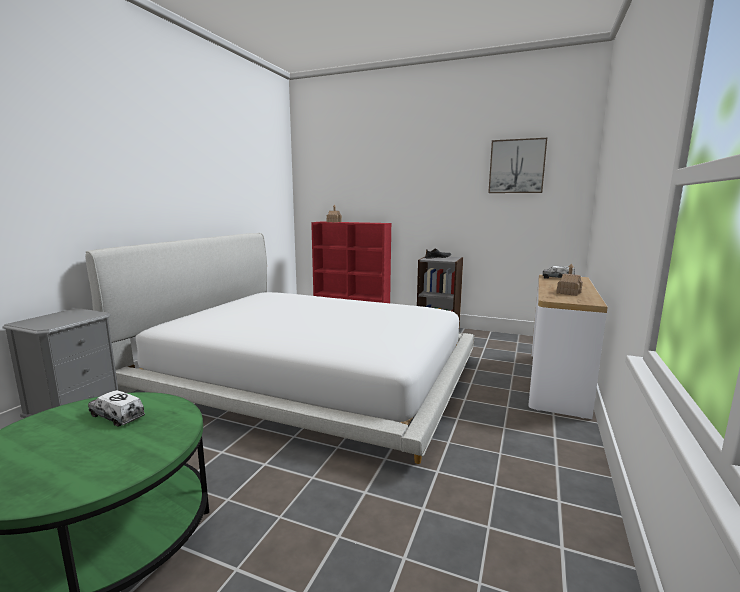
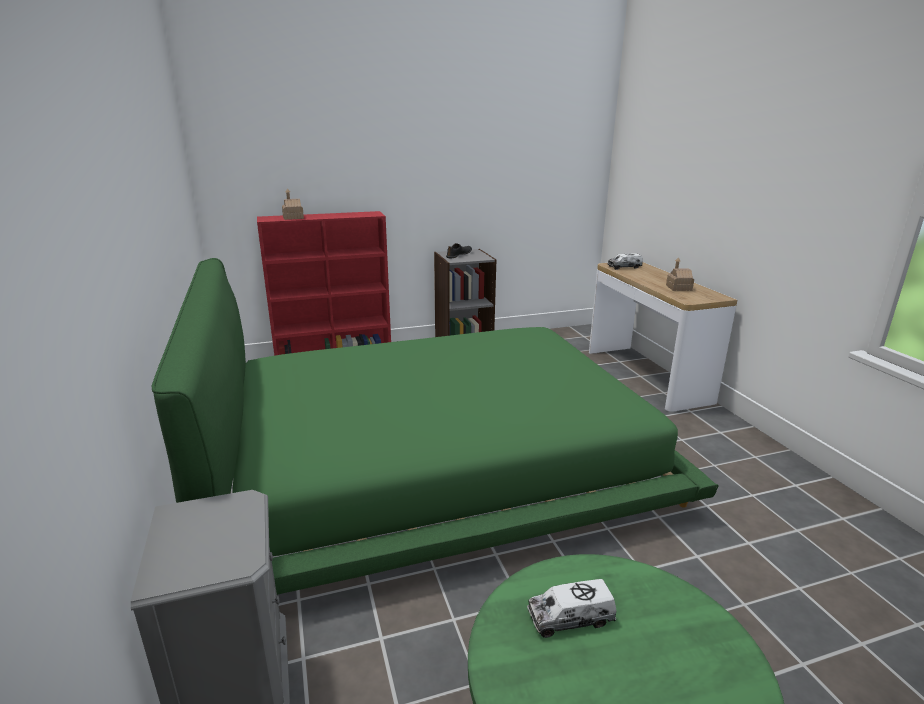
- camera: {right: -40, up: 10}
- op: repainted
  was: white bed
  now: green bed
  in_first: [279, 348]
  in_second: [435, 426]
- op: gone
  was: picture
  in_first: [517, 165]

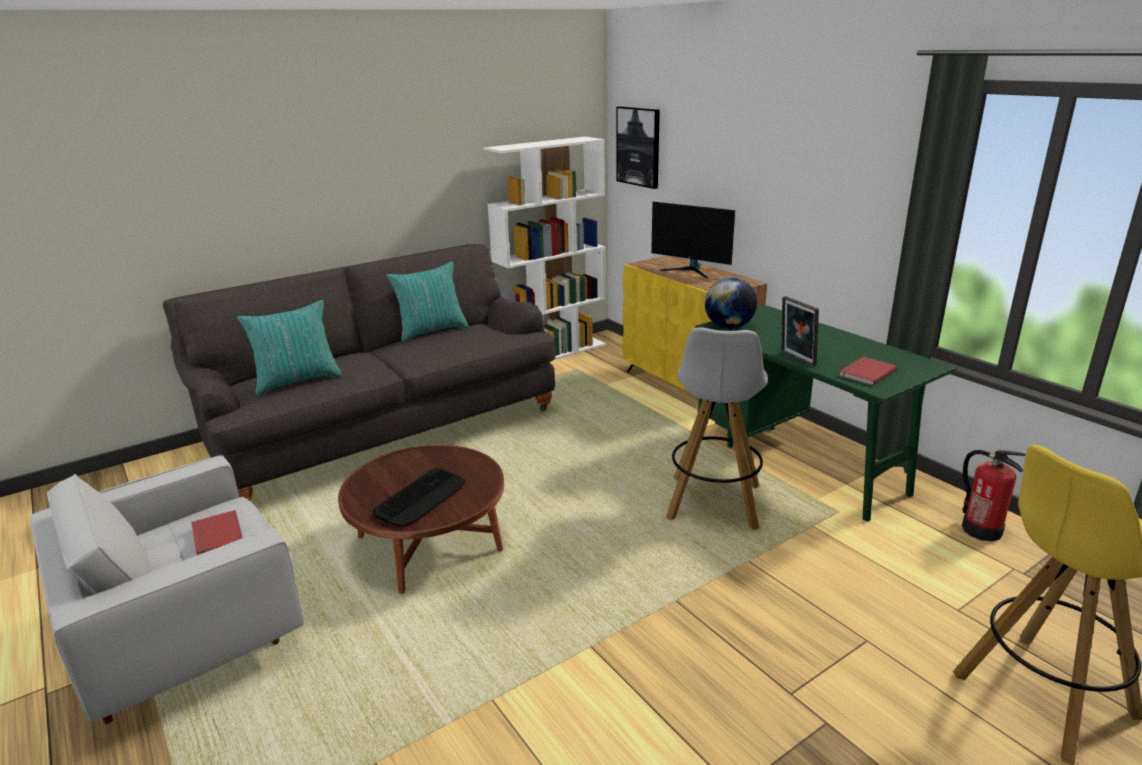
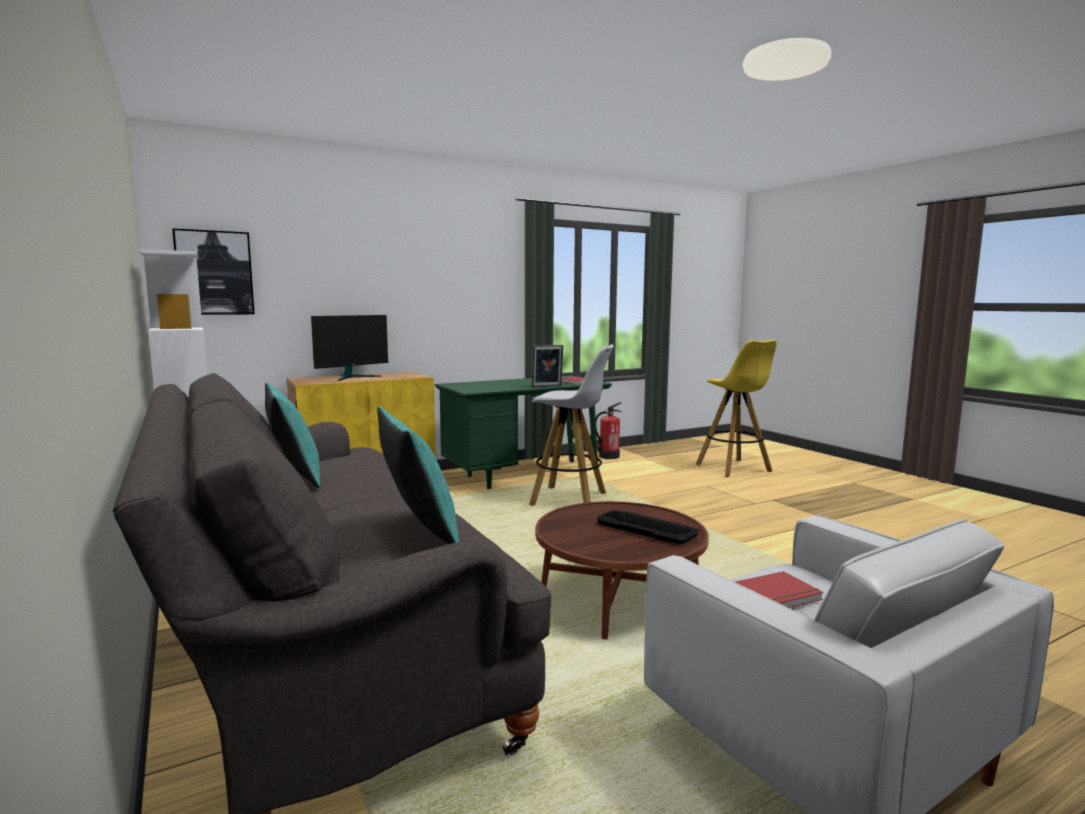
- camera: {right: -85, up: -15}
- op: gone
  was: globe
  in_first: [731, 303]

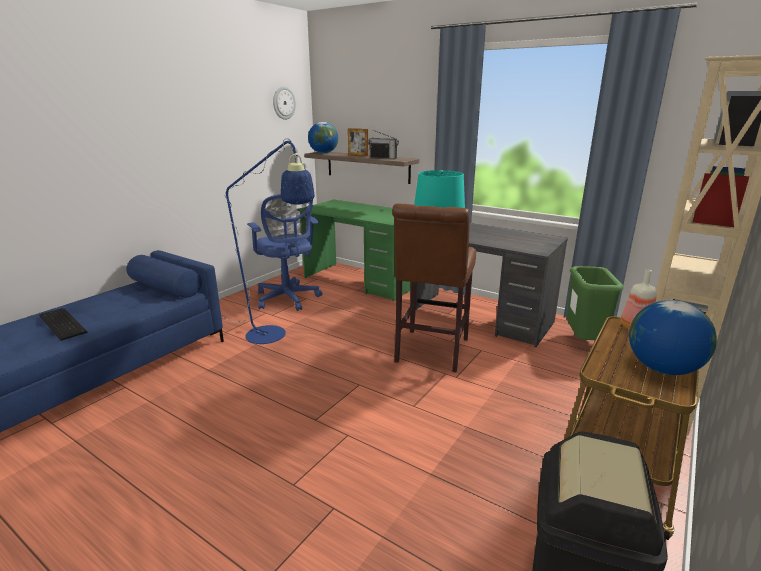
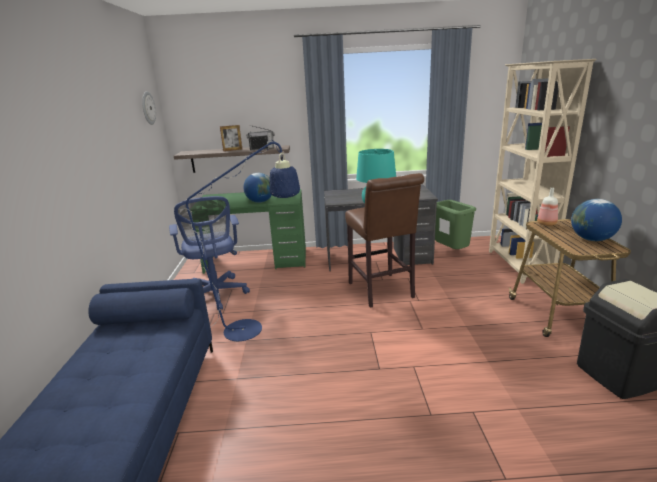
- camera: {right: -35, up: 0}
- op: rotated
  was: blue office chair
  in_first: [285, 252]
  in_second: [209, 253]
  clockwise: 45
- op: shifted
  was: globe
  in_first: [323, 138]
  in_second: [257, 188]
- op: gone
  was: keyboard
  in_first: [63, 324]

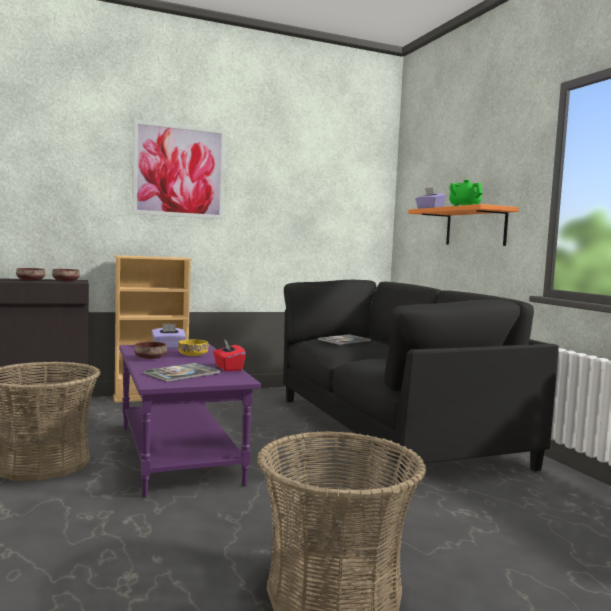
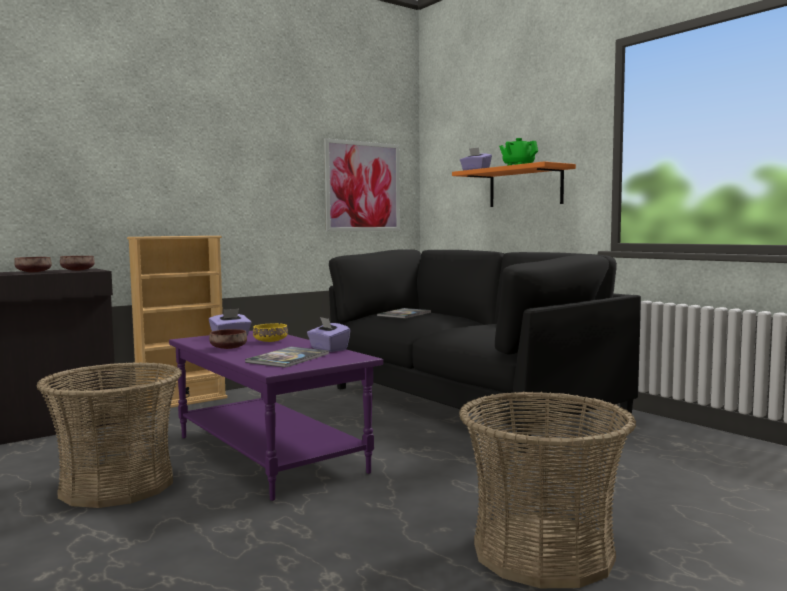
- camera: {right: -15, up: 0}
- op: repainted
  was: red tissue box
  now: purple tissue box
  in_first: [229, 355]
  in_second: [329, 334]
- op: shifted
  was: picture
  in_first: [179, 169]
  in_second: [362, 184]

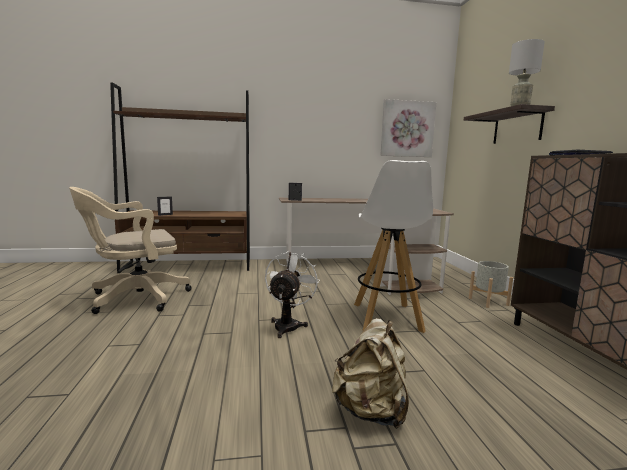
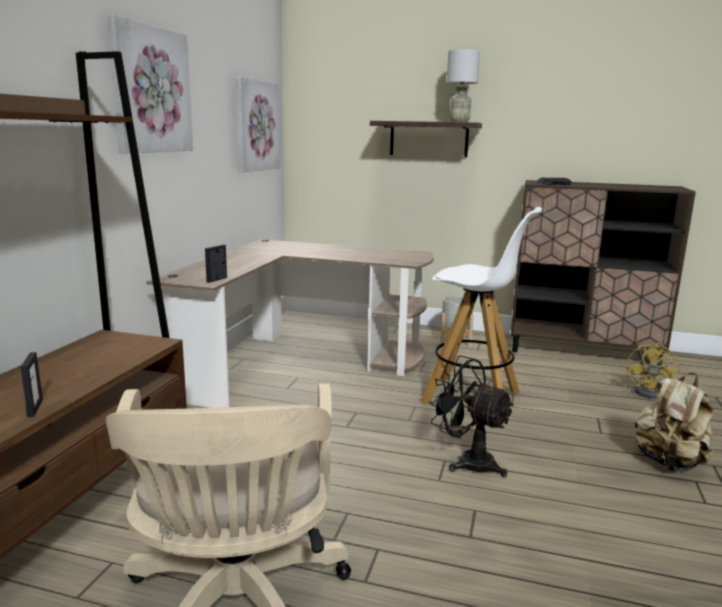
- camera: {right: -65, up: 5}
- op: new
  now: picture
  in_second: [150, 83]
- op: repainted
  was: white fan
  now: black fan
  in_first: [292, 294]
  in_second: [471, 416]
- op: new
  now: yellow fan
  in_second: [653, 371]

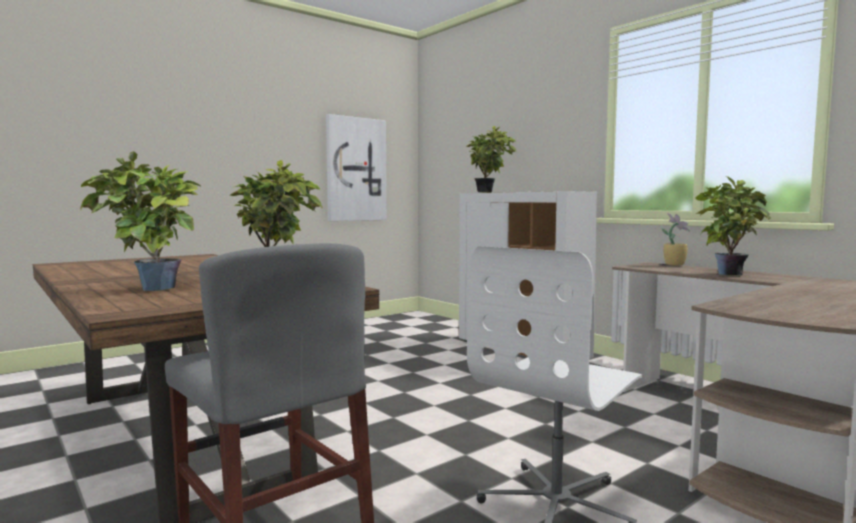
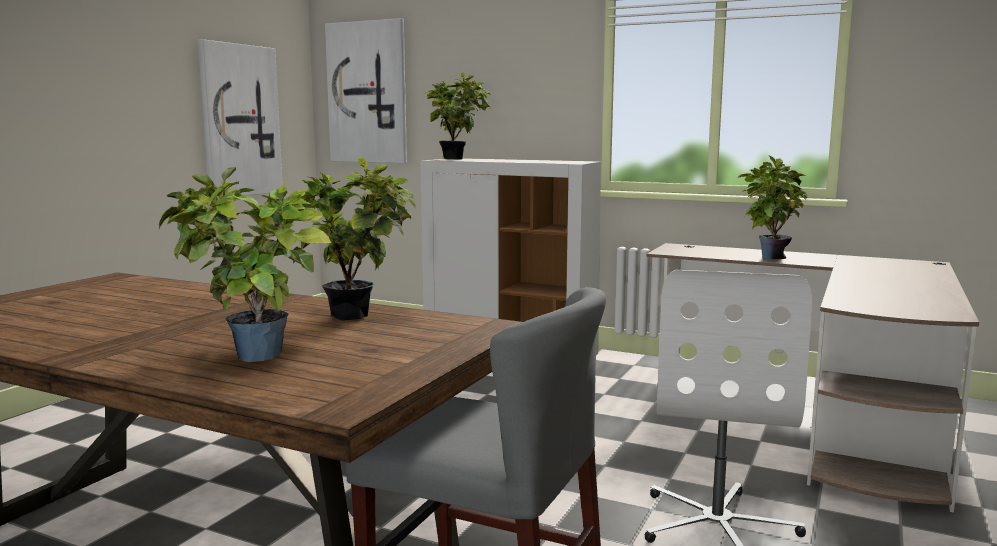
- camera: {right: -25, up: 5}
- op: new
  now: picture
  in_second: [366, 90]
- op: gone
  was: potted plant
  in_first: [675, 239]

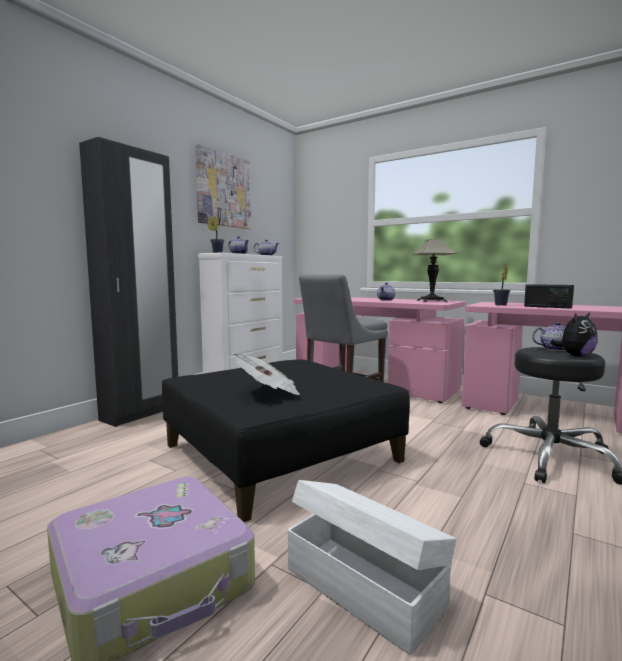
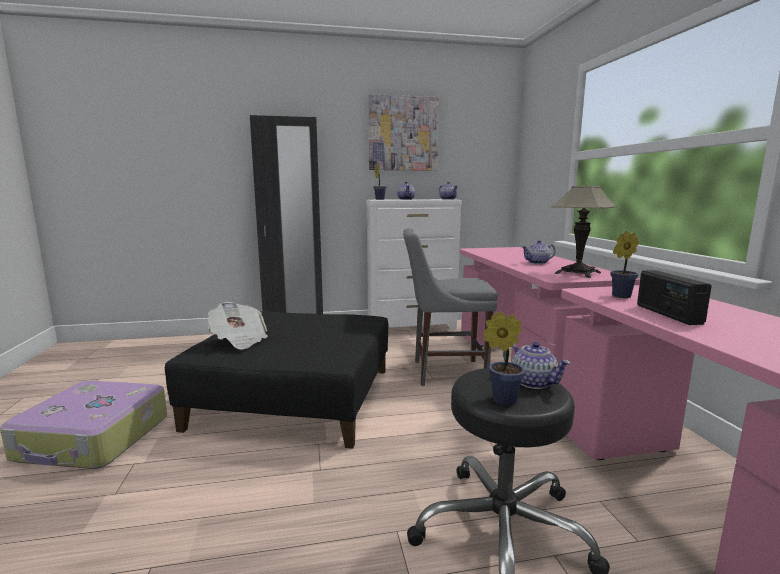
- camera: {right: 45, up: 5}
- op: swapped
  was: plush toy
  now: potted plant
  in_first: [574, 334]
  in_second: [504, 358]
- op: gone
  was: white storage box
  in_first: [372, 567]

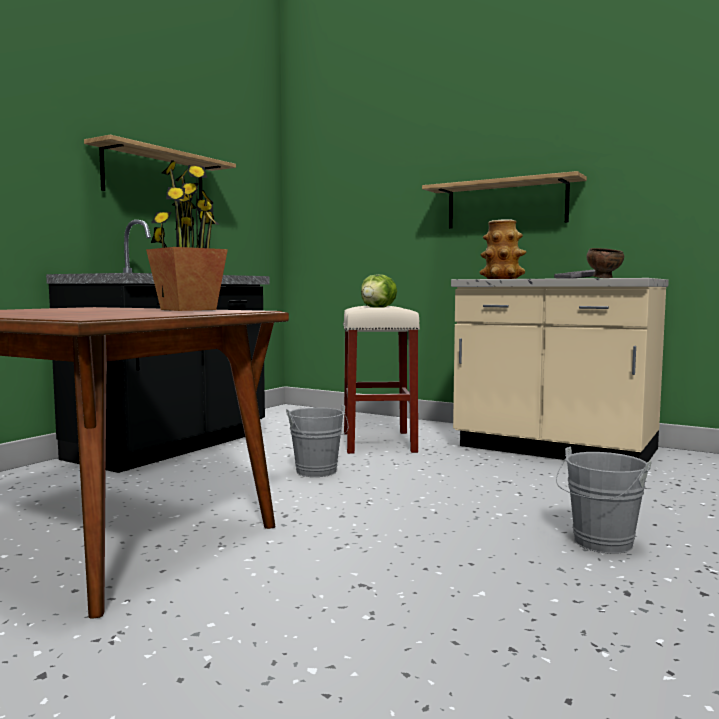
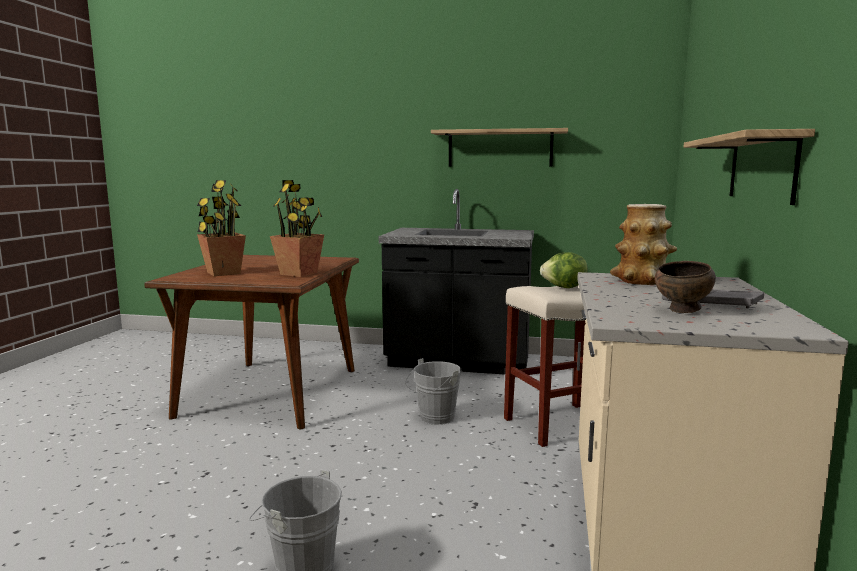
- camera: {right: 70, up: 5}
- op: new
  now: potted plant
  in_second: [221, 228]

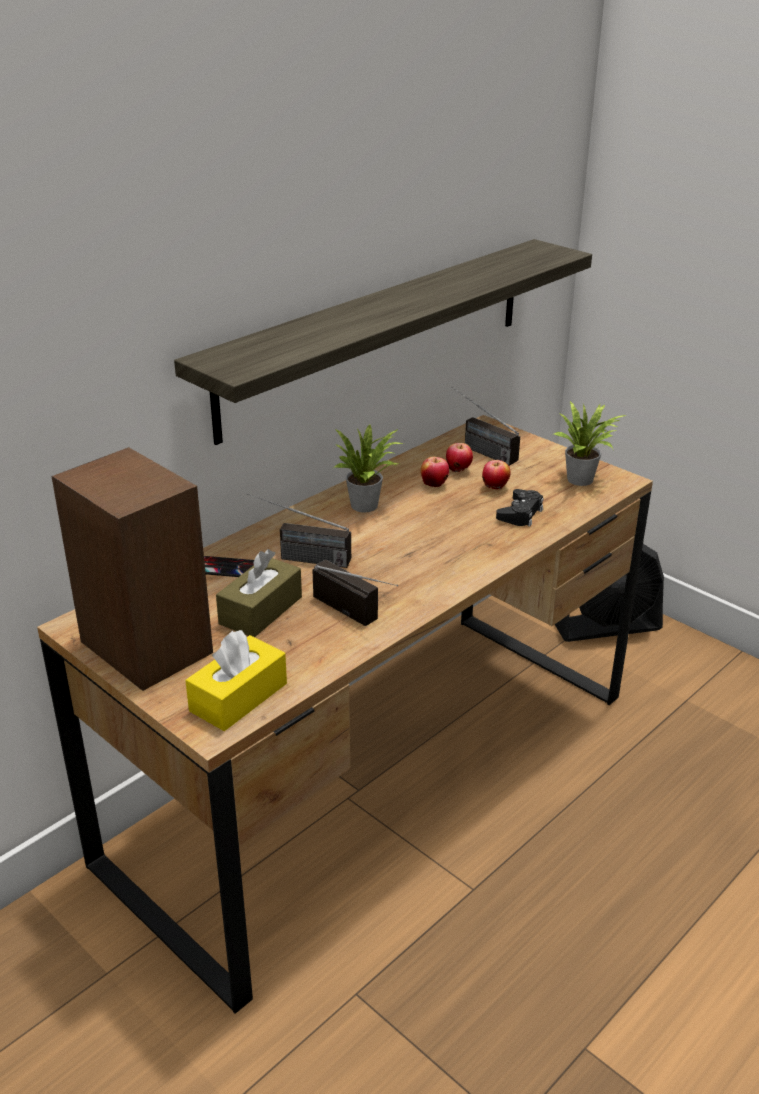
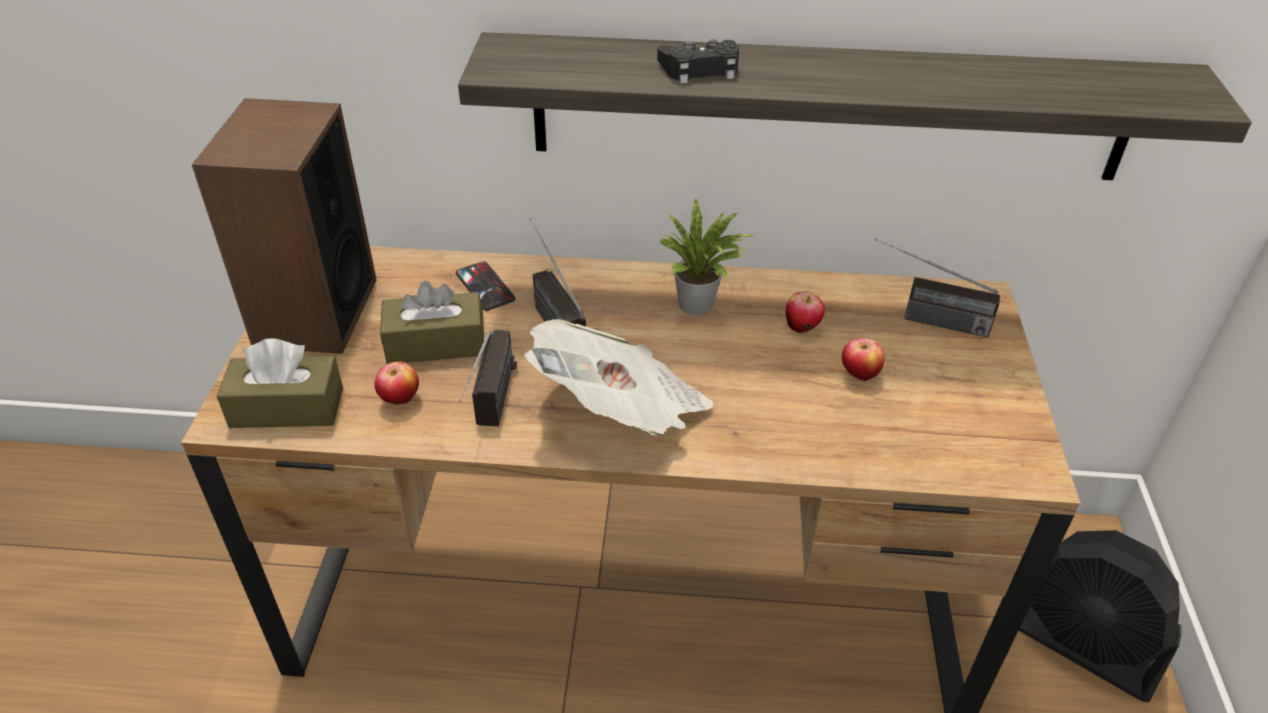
- camera: {right: 50, up: 10}
- op: repainted
  was: yellow tissue box
  now: brown tissue box
  in_first: [236, 680]
  in_second: [280, 383]
- op: shifted
  was: apple
  in_first: [459, 457]
  in_second: [397, 383]
- op: new
  now: newspaper
  in_second: [618, 377]
- op: shifted
  was: black game controller
  in_first: [519, 507]
  in_second: [698, 61]
- op: rotated
  was: radio
  in_first: [485, 426]
  in_second: [937, 288]
  clockwise: -75
- op: gone
  was: potted plant
  in_first: [589, 443]

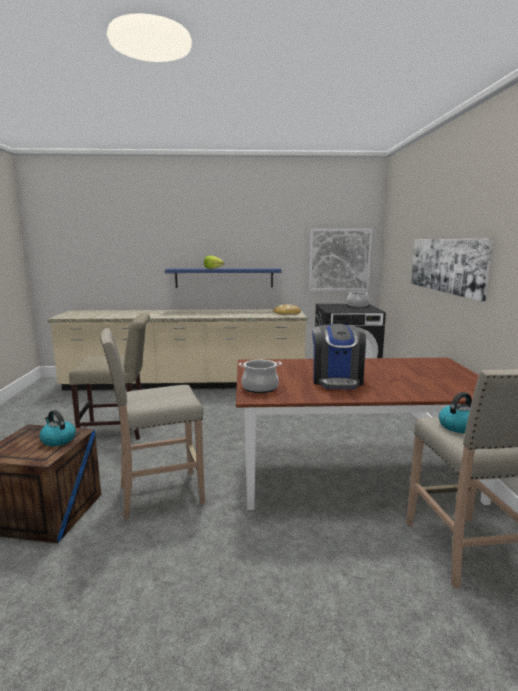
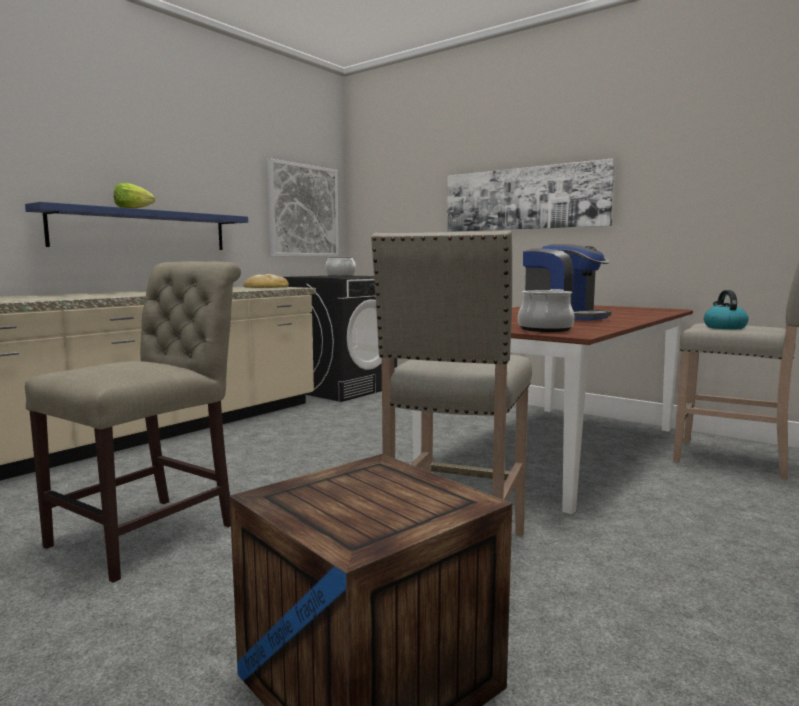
- camera: {right: -50, up: -5}
- op: gone
  was: kettle
  in_first: [57, 428]

